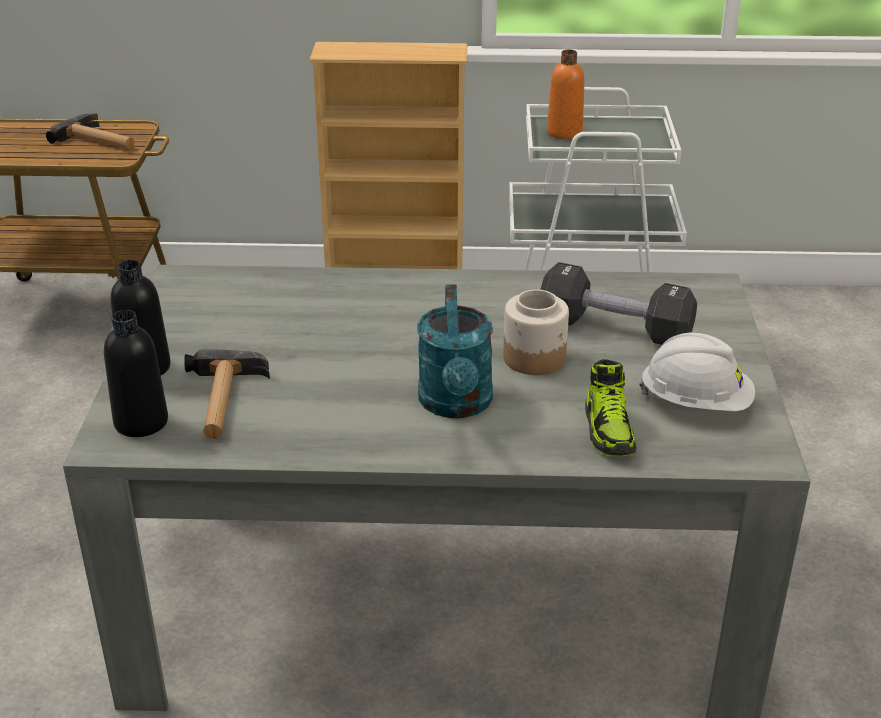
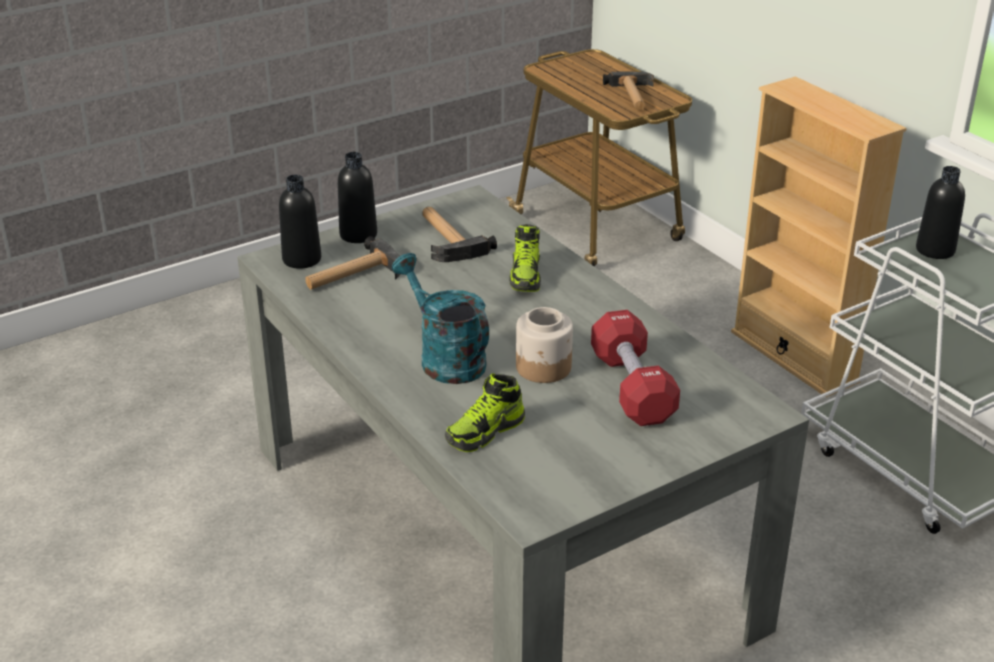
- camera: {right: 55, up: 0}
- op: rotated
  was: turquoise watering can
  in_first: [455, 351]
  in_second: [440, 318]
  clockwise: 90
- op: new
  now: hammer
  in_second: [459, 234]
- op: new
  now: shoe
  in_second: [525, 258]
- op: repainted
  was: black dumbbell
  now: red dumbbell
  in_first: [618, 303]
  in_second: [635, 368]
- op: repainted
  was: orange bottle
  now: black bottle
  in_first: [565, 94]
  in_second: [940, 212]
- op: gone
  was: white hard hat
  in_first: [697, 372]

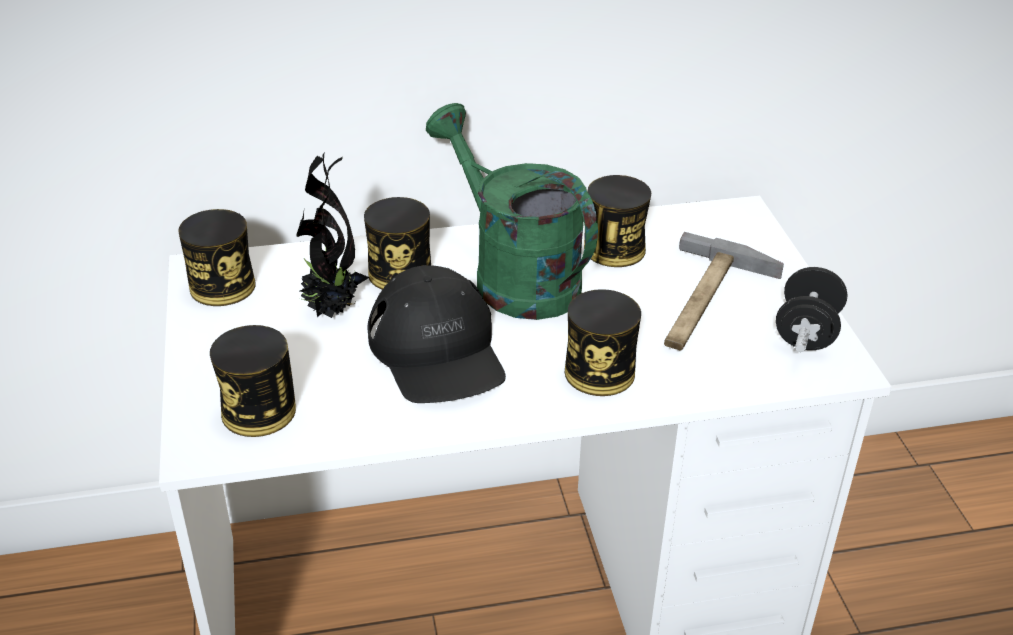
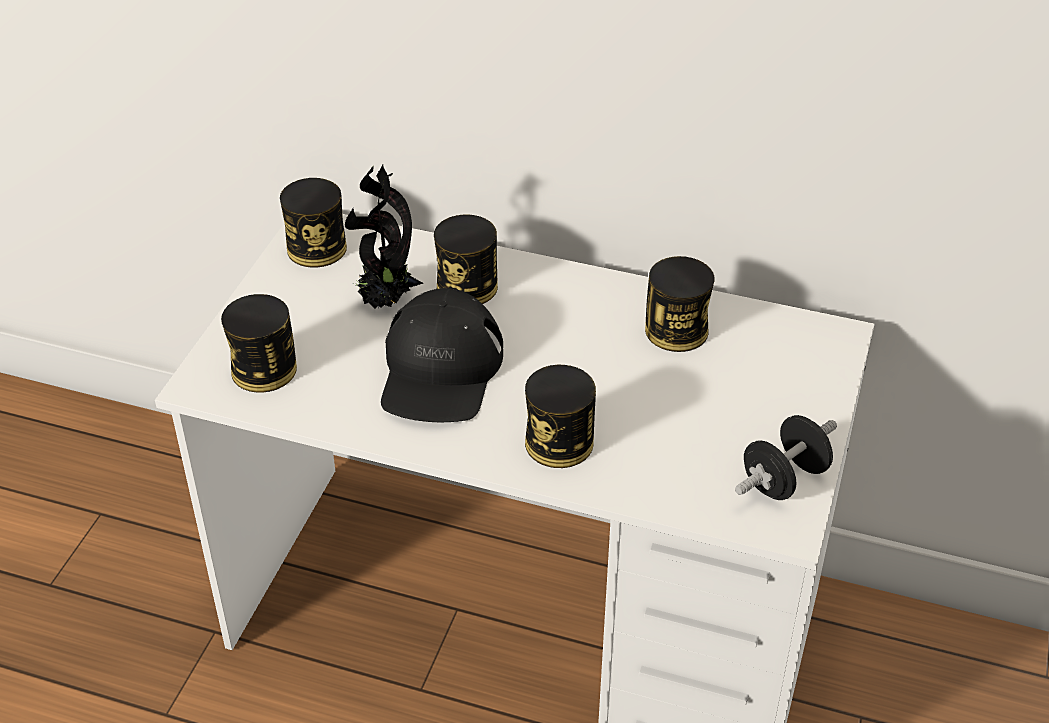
- camera: {right: 30, up: 5}
- op: gone
  was: green watering can
  in_first: [512, 211]
- op: gone
  was: hammer
  in_first: [724, 291]

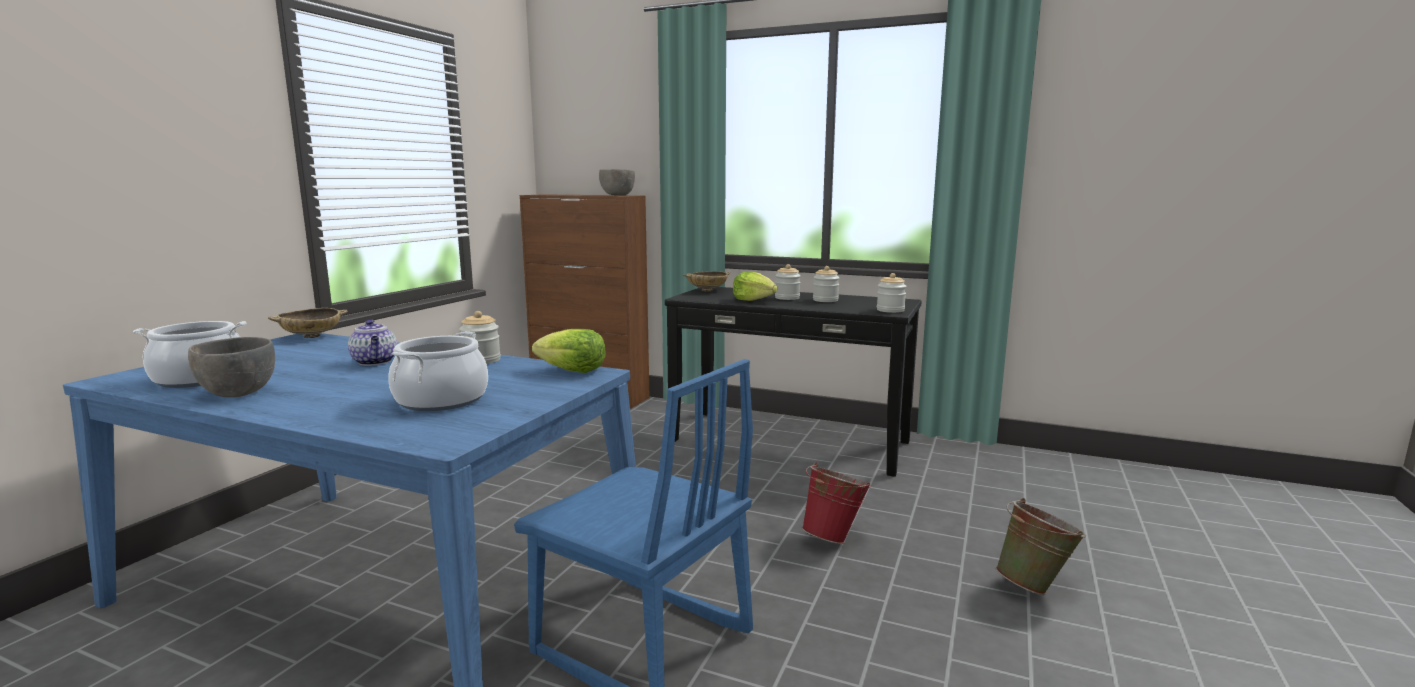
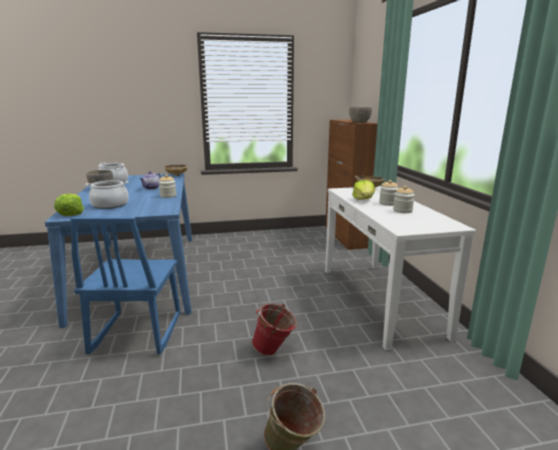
- camera: {right: 55, up: 5}
- op: shifted
  was: lettuce
  in_first: [569, 351]
  in_second: [69, 205]
- op: repainted
  was: black console table
  now: white console table
  in_first: [793, 382]
  in_second: [400, 268]
- op: gone
  was: jar
  in_first: [892, 293]

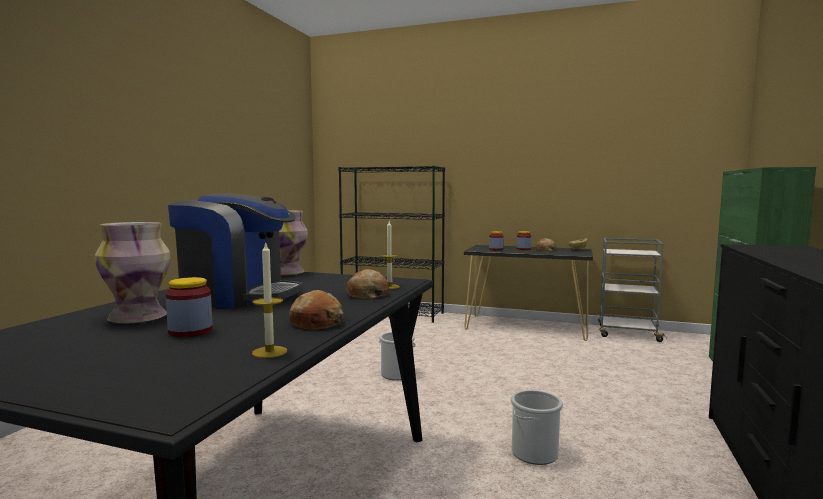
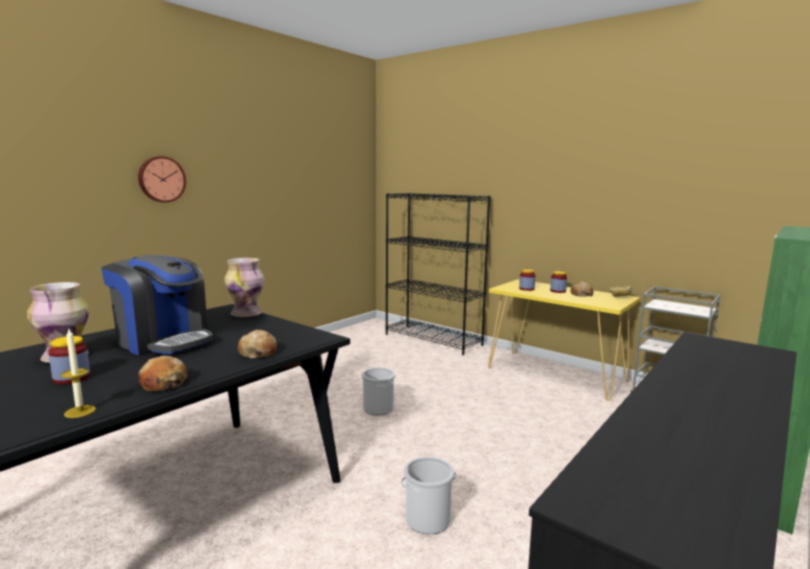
- camera: {right: 20, up: 5}
- op: new
  now: wall clock
  in_second: [162, 179]
- op: repainted
  was: black console table
  now: yellow console table
  in_first: [528, 293]
  in_second: [564, 340]
- op: gone
  was: candle
  in_first: [390, 255]

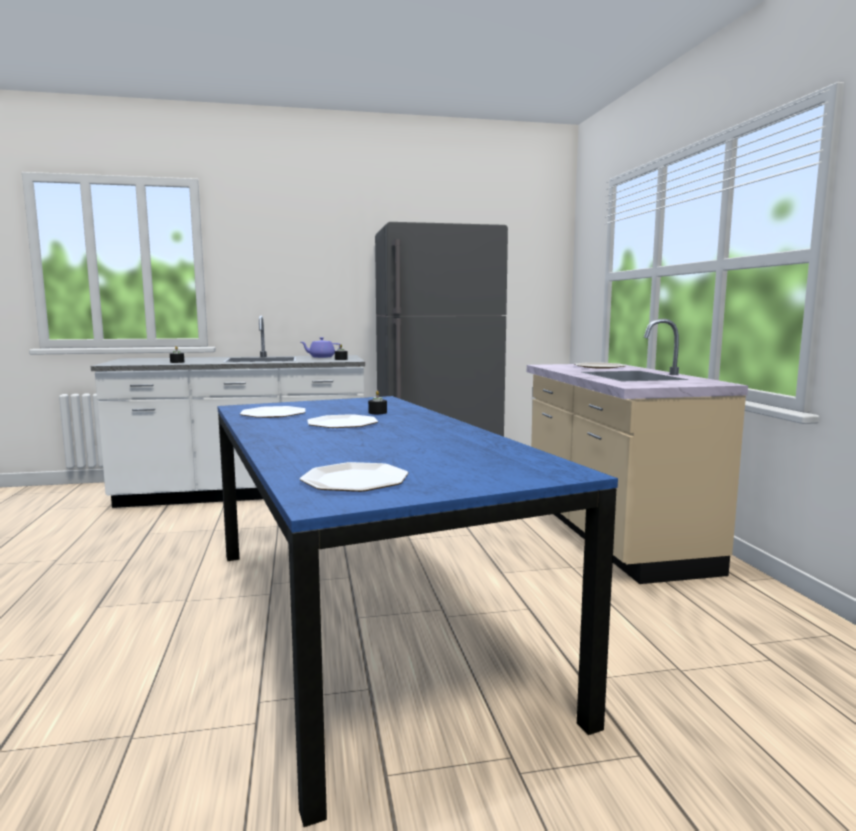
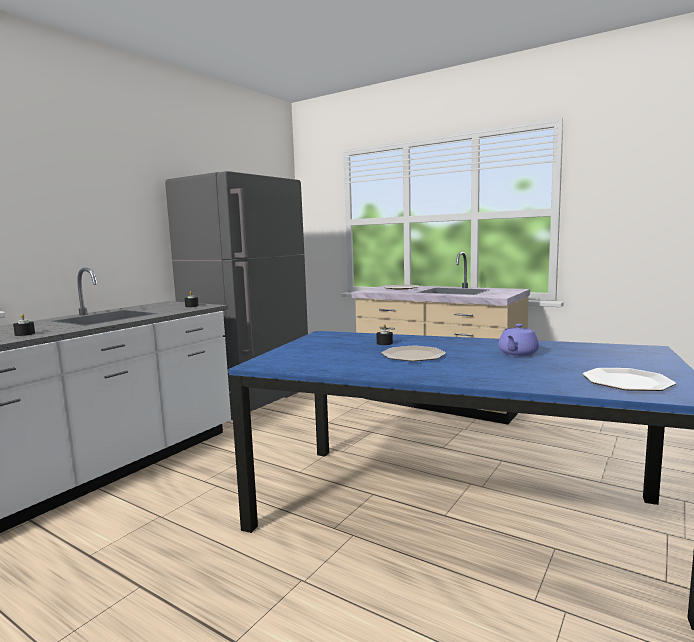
- camera: {right: -45, up: 0}
- op: shifted
  was: purple teapot
  in_first: [320, 347]
  in_second: [518, 340]
- op: gone
  was: plate
  in_first: [273, 412]

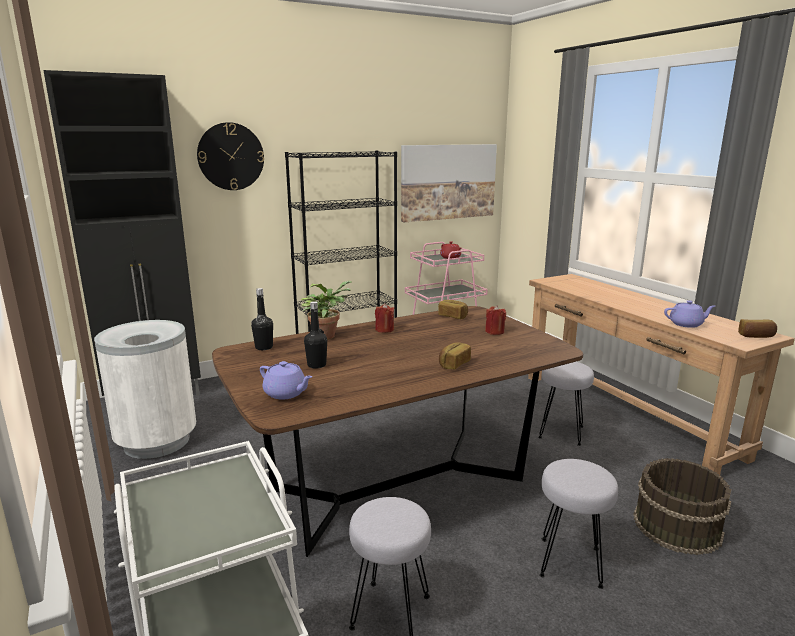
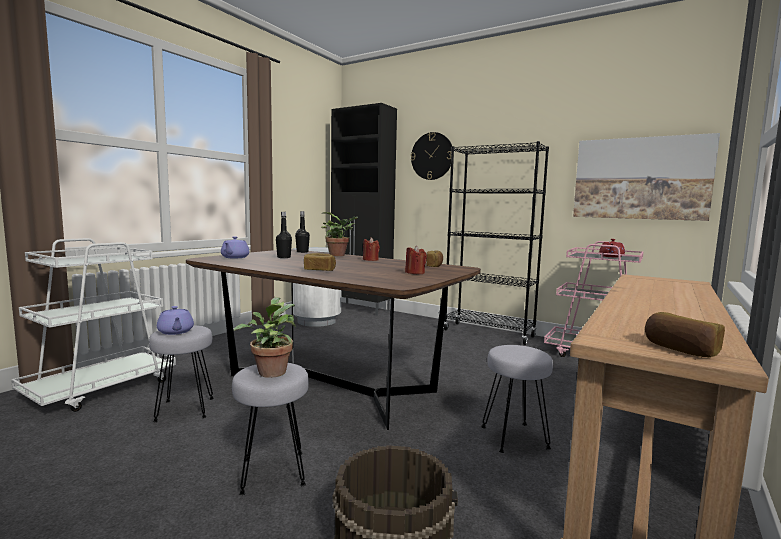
- camera: {right: 60, up: -10}
- op: shifted
  was: purple teapot
  in_first: [689, 314]
  in_second: [175, 320]
- op: new
  now: potted plant
  in_second: [265, 337]

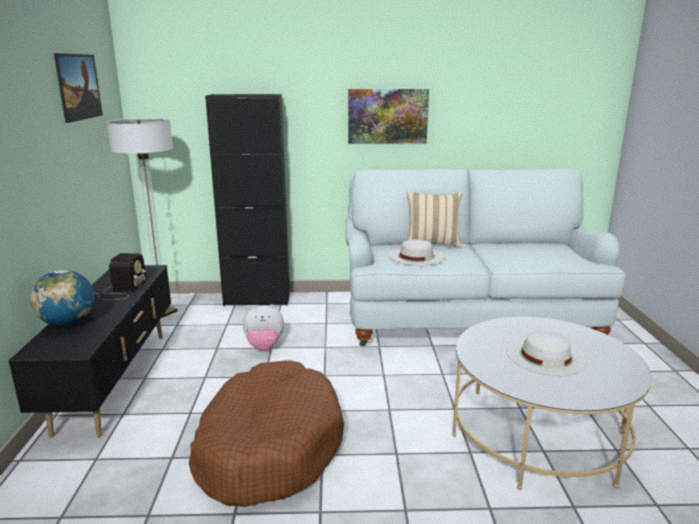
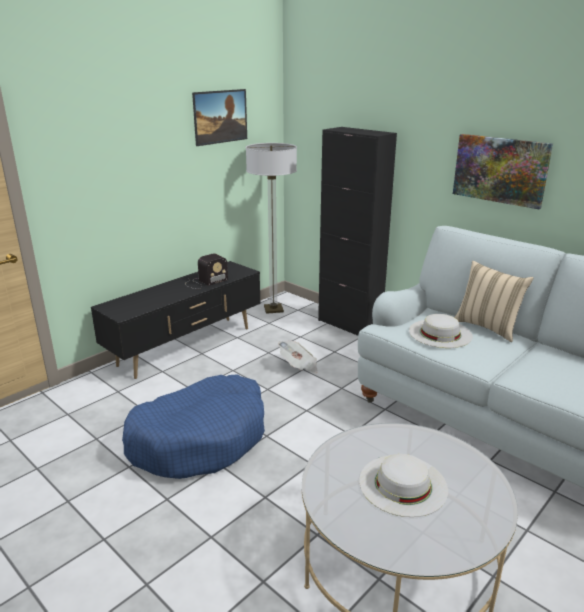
- camera: {right: 45, up: 5}
- op: repainted
  was: brown dog bed
  now: blue dog bed
  in_first: [266, 433]
  in_second: [193, 426]
- op: swapped
  was: plush toy
  now: newspaper
  in_first: [263, 327]
  in_second: [298, 357]
- op: gone
  was: globe
  in_first: [62, 298]

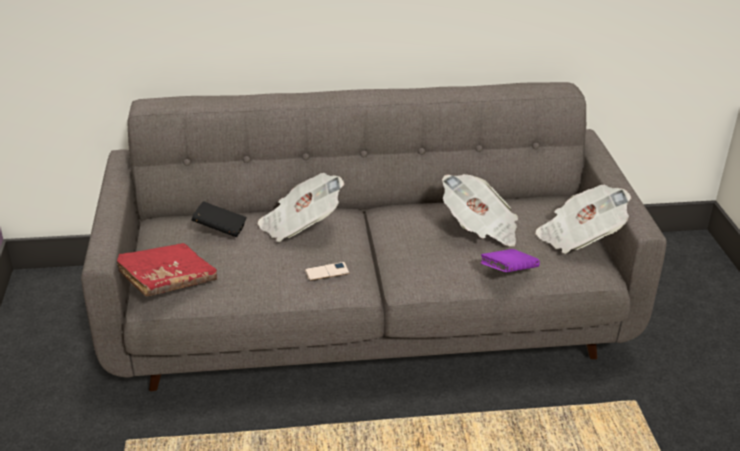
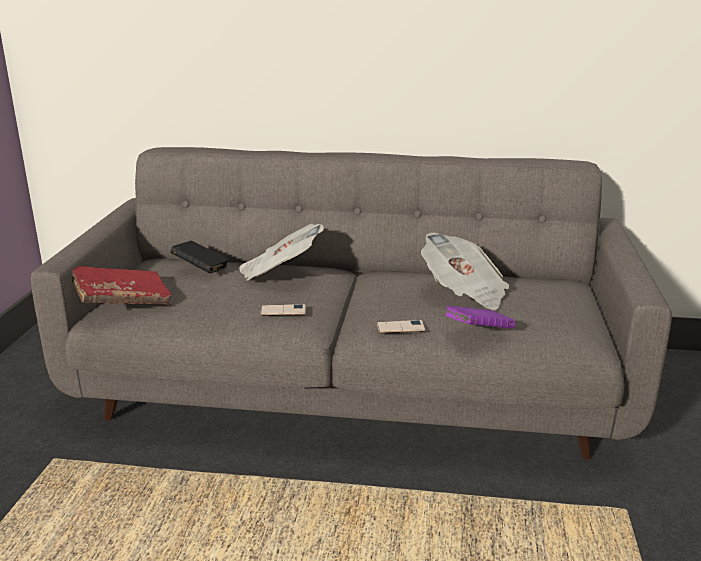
- camera: {right: 15, up: -10}
- op: new
  now: phone
  in_second: [401, 326]
- op: gone
  was: newspaper
  in_first: [584, 219]

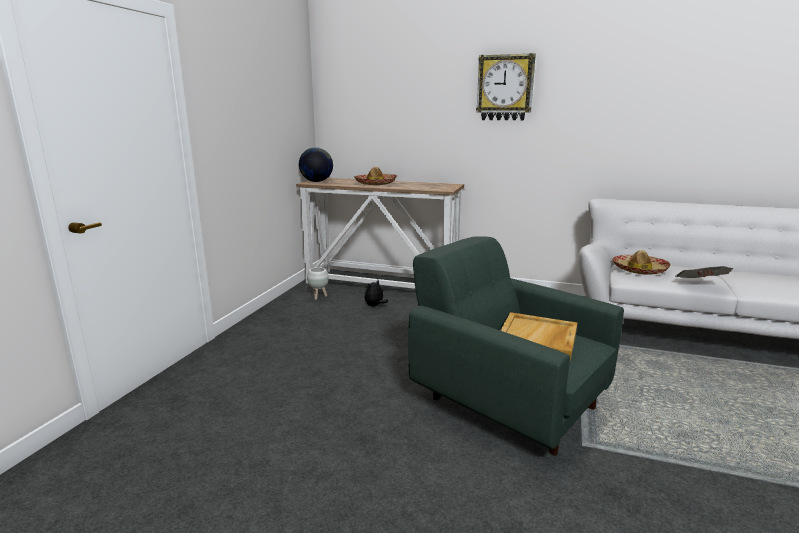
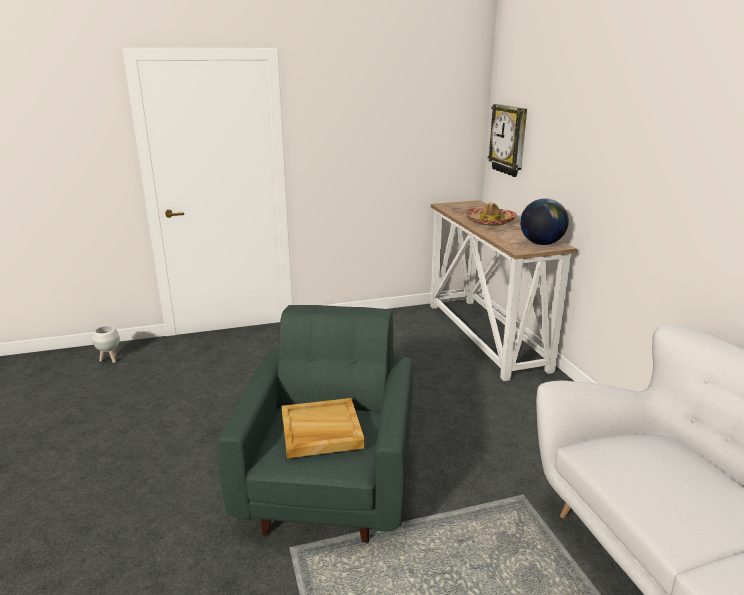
- camera: {right: 55, up: 5}
- op: shifted
  was: white planter
  in_first: [318, 283]
  in_second: [106, 344]
- op: shifted
  was: wall clock
  in_first: [506, 86]
  in_second: [507, 140]
- op: shifted
  was: globe
  in_first: [316, 164]
  in_second: [544, 221]
- op: gone
  was: plush toy
  in_first: [376, 293]
- op: gone
  was: hat
  in_first: [641, 262]
- op: gone
  was: newspaper
  in_first: [704, 272]

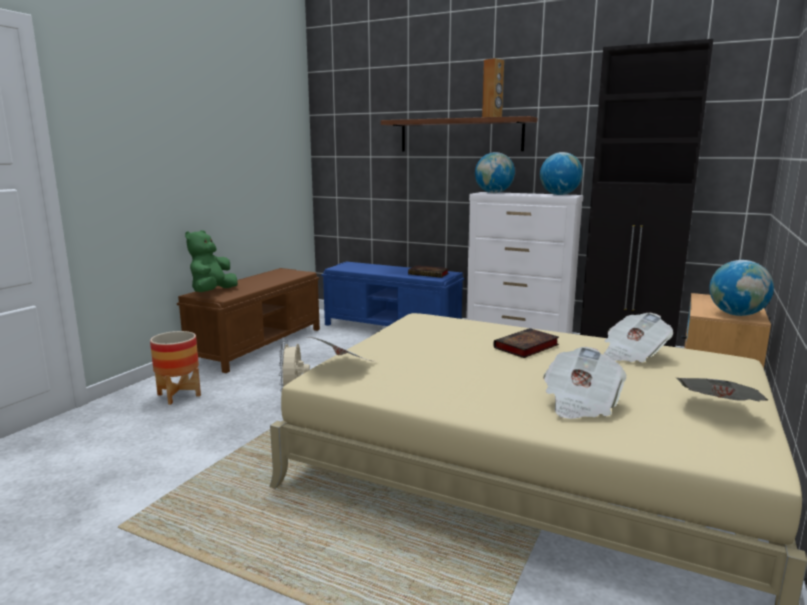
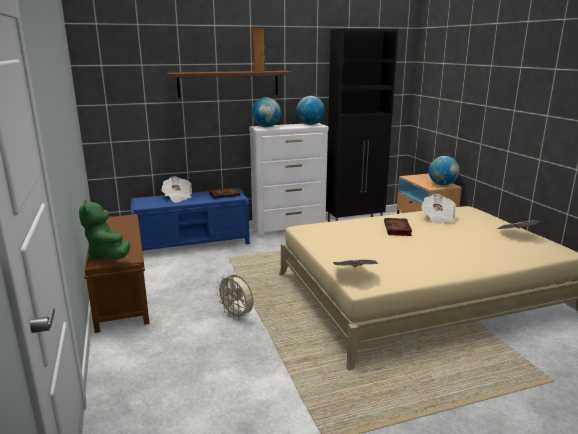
- camera: {right: -45, up: 5}
- op: shifted
  was: newspaper
  in_first: [585, 383]
  in_second: [176, 189]
- op: gone
  was: planter
  in_first: [175, 368]

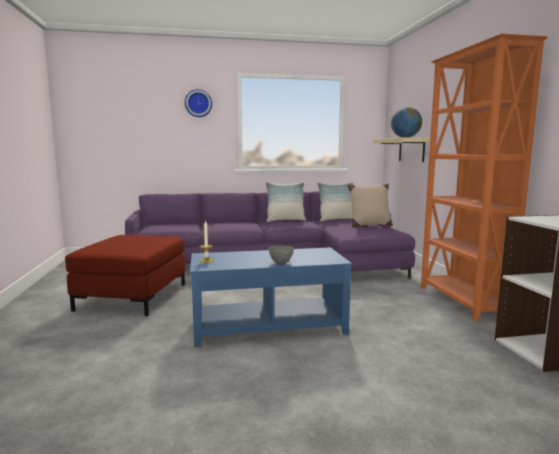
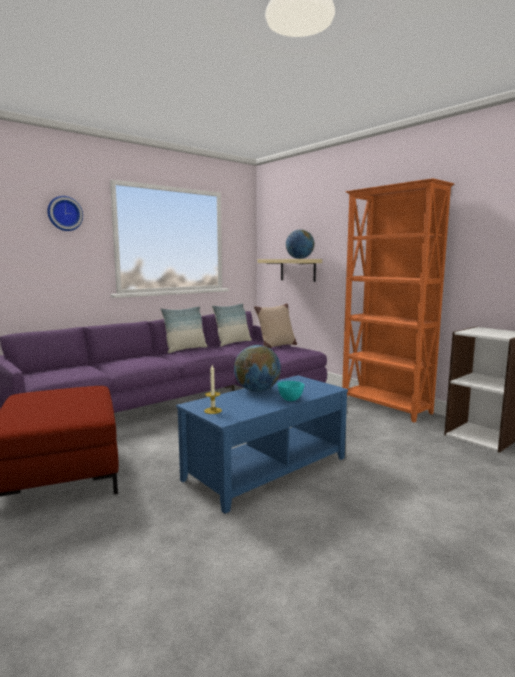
- camera: {right: -30, up: 0}
- op: new
  now: globe
  in_second: [257, 368]
- op: repainted
  was: grey bowl
  now: turquoise bowl
  in_first: [281, 254]
  in_second: [291, 391]

